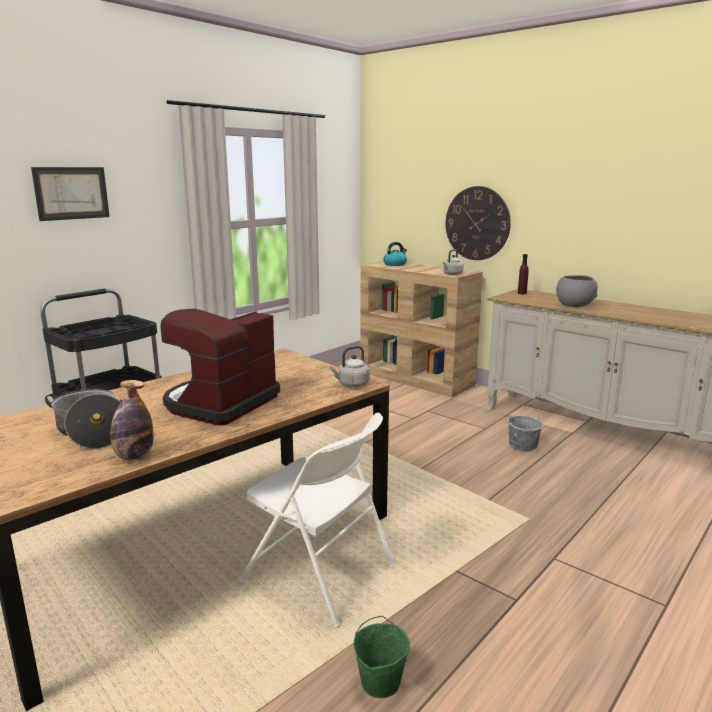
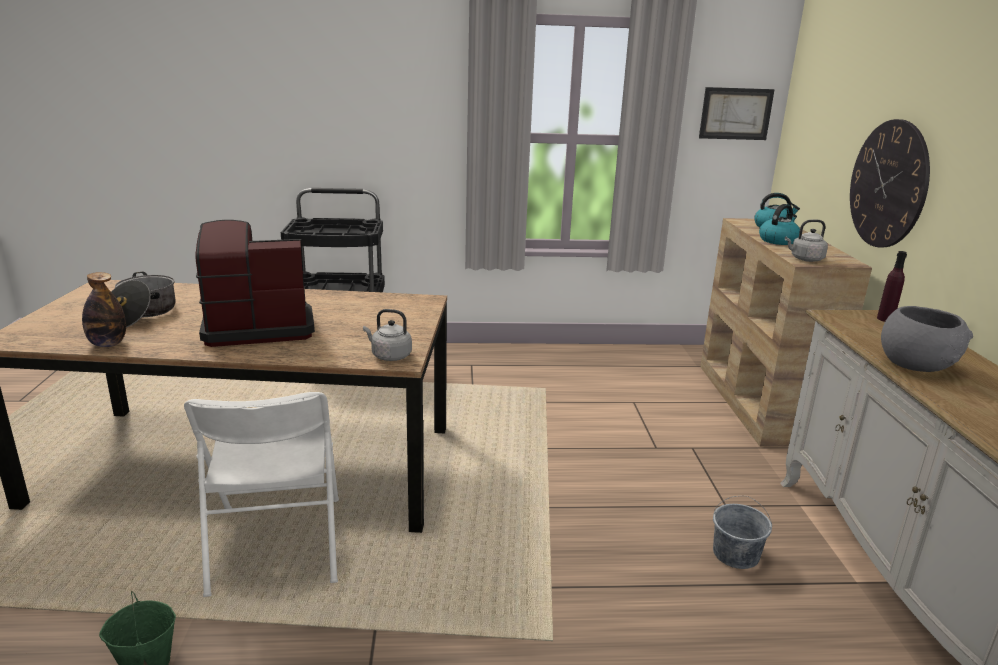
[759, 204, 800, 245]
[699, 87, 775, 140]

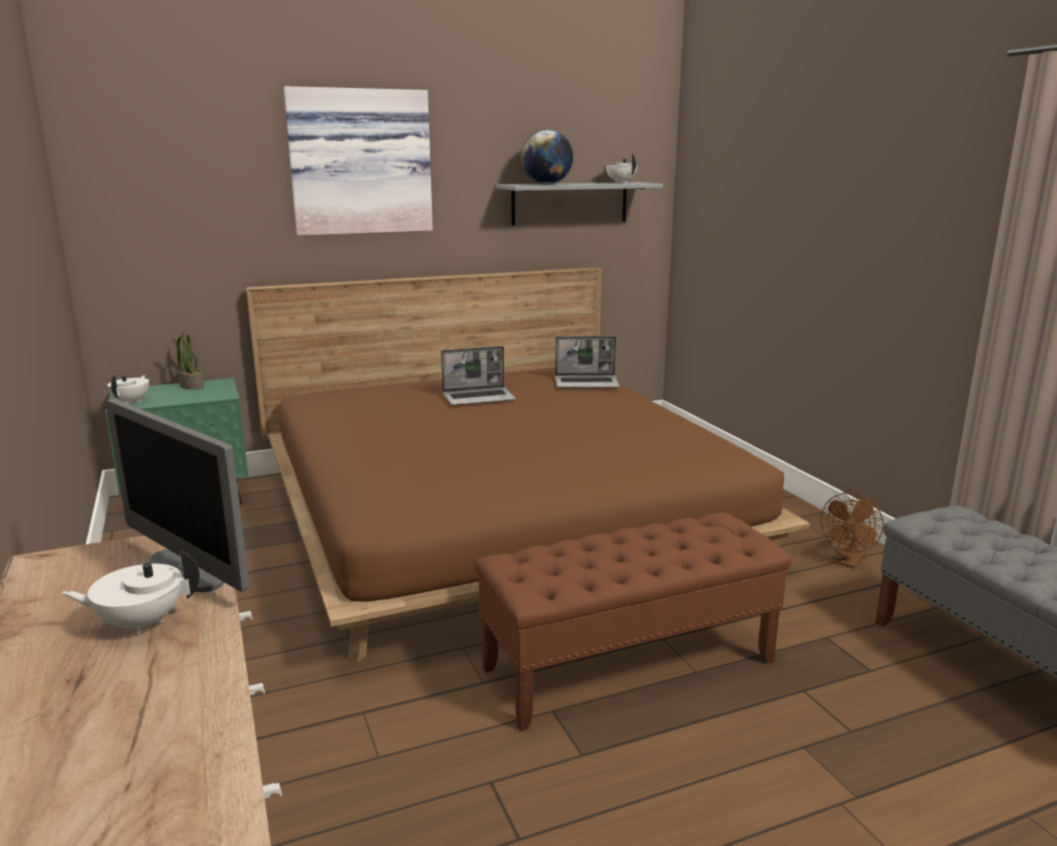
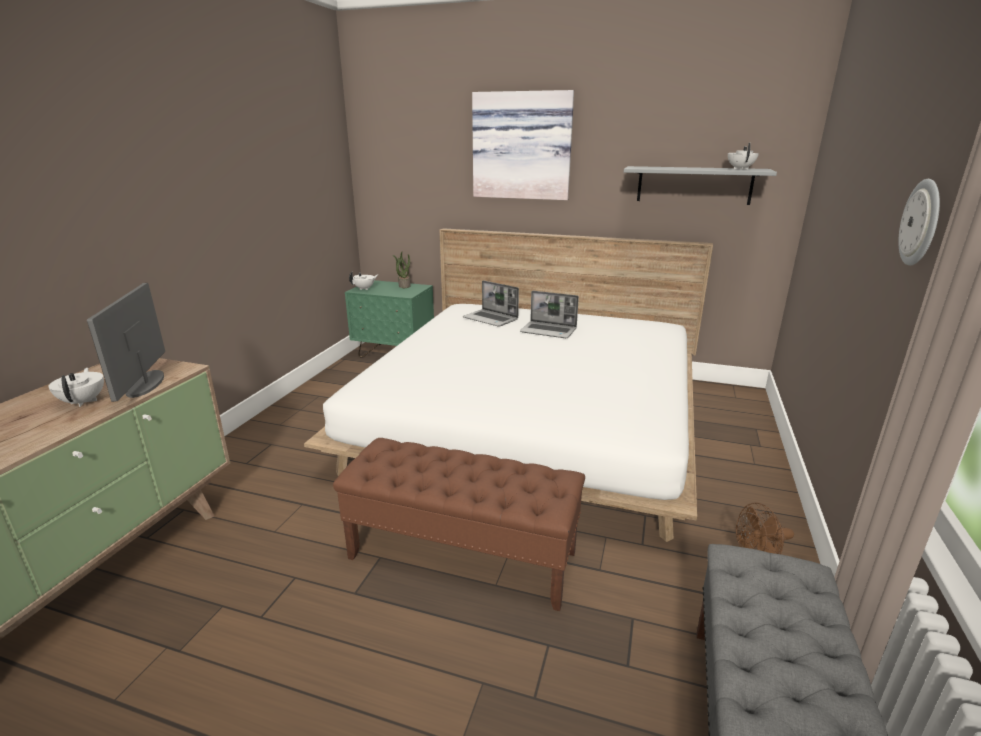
[521, 129, 573, 184] (first image)
[898, 179, 940, 266]
[463, 280, 519, 327]
[304, 228, 713, 542]
[48, 368, 104, 407]

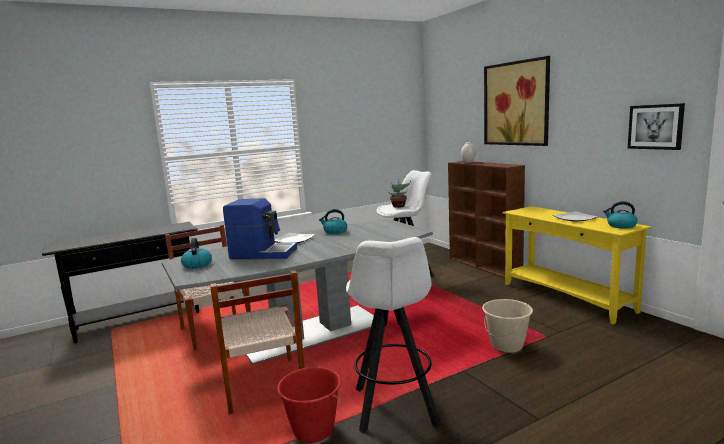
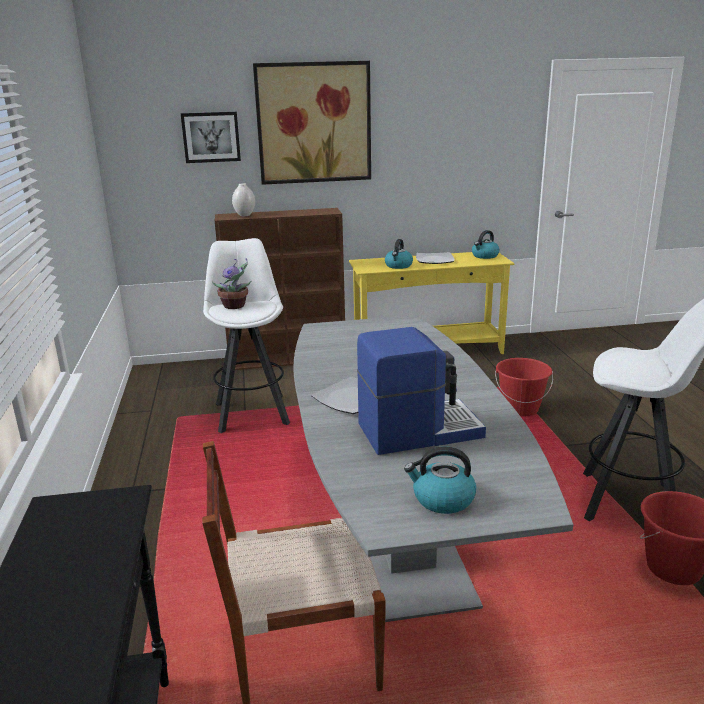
[210, 270, 304, 414] (first image)
[385, 239, 413, 269]
[181, 112, 241, 163]
[495, 358, 553, 416]
[357, 327, 486, 455]

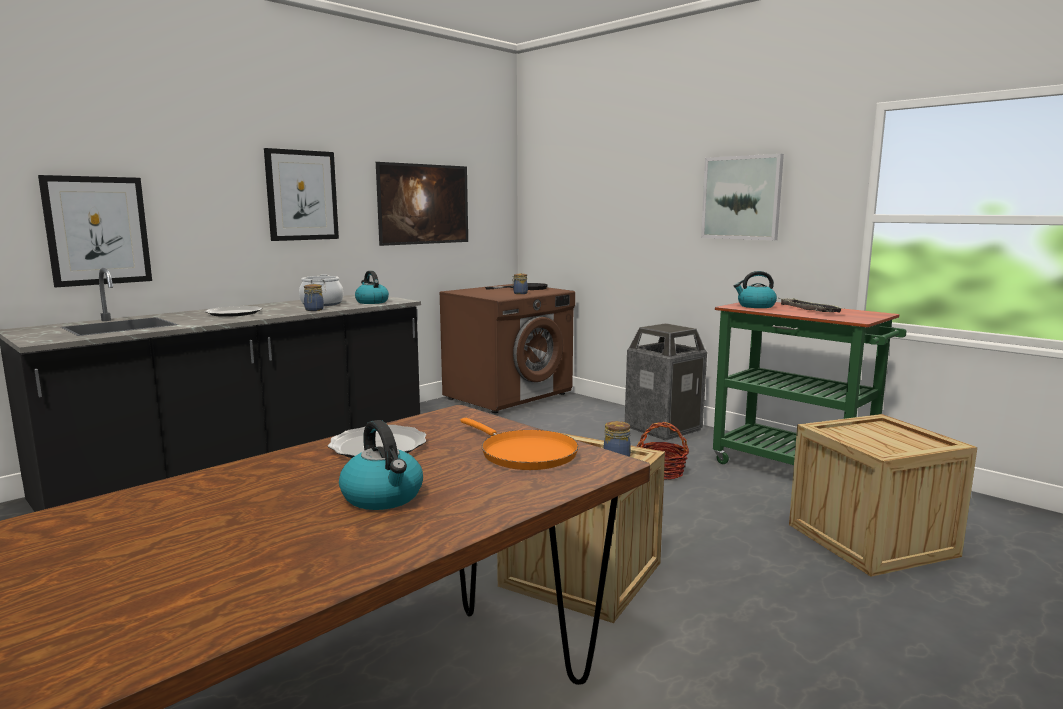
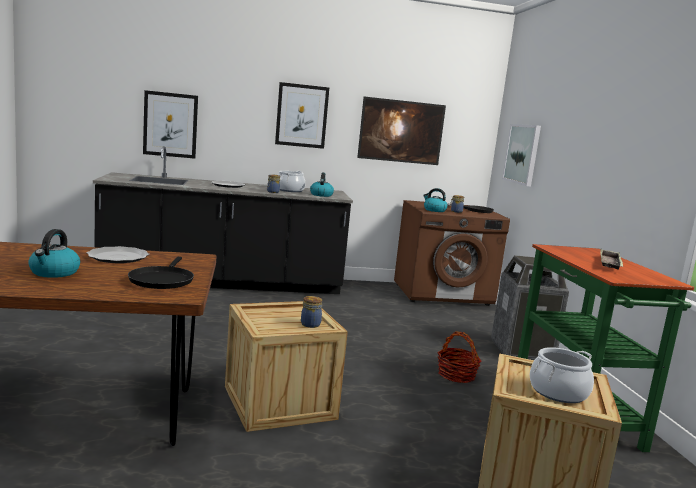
[530, 347, 594, 403]
[502, 124, 541, 186]
[423, 188, 448, 212]
[128, 257, 194, 289]

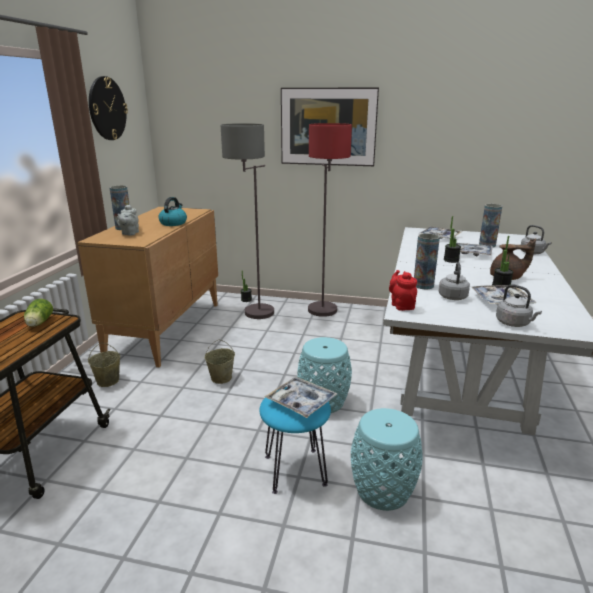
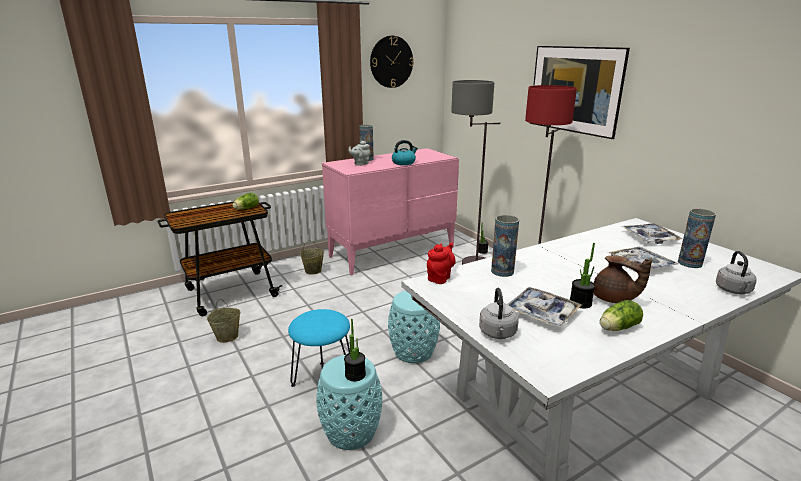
[265, 377, 337, 418] (first image)
[439, 262, 470, 300] (first image)
[600, 300, 643, 331]
[207, 299, 240, 343]
[344, 319, 366, 381]
[322, 148, 459, 275]

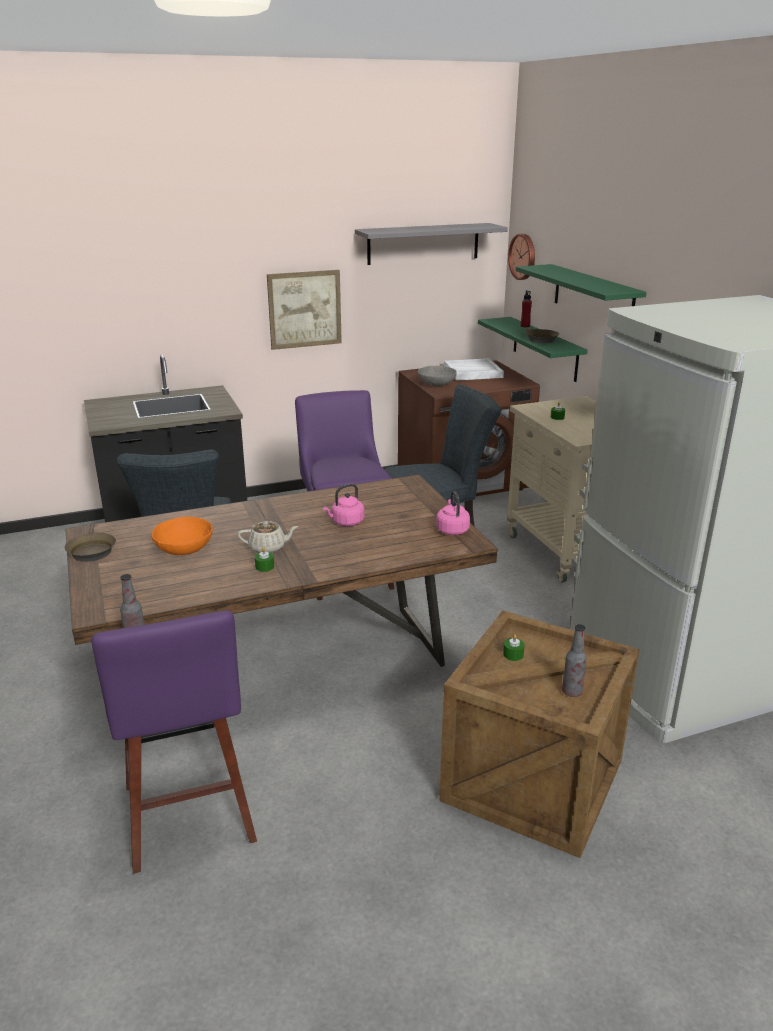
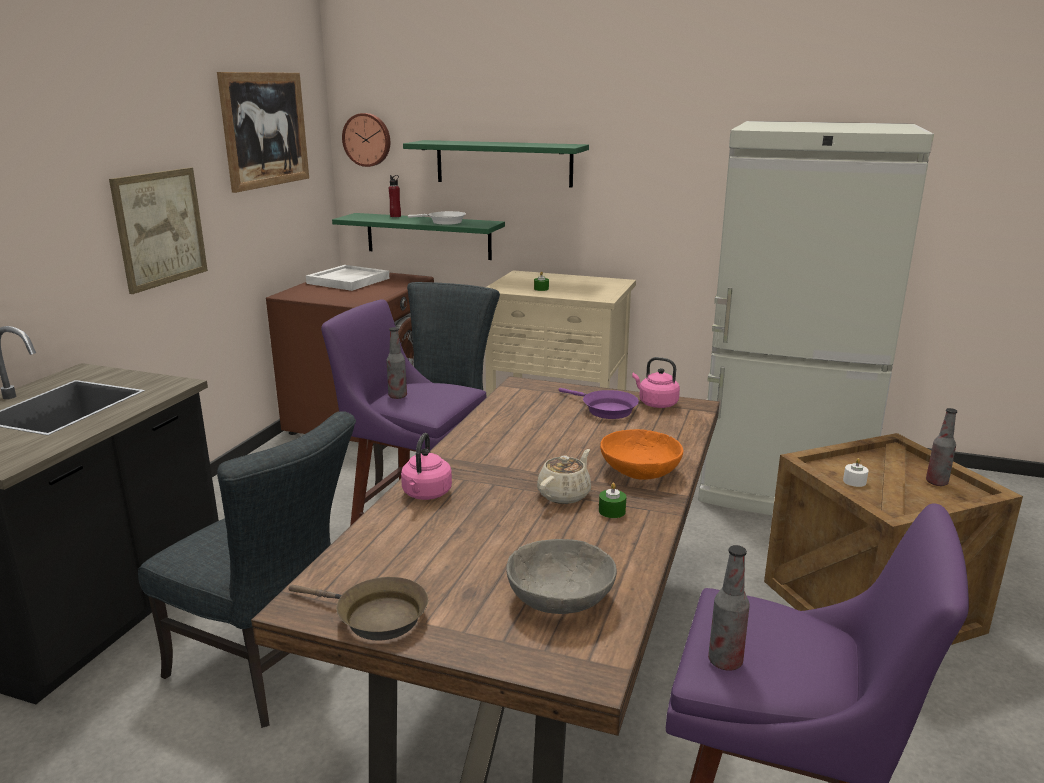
[386, 327, 407, 399]
[558, 388, 639, 419]
[600, 429, 683, 480]
[401, 433, 452, 500]
[506, 539, 617, 614]
[217, 72, 309, 193]
[843, 458, 869, 487]
[408, 211, 466, 225]

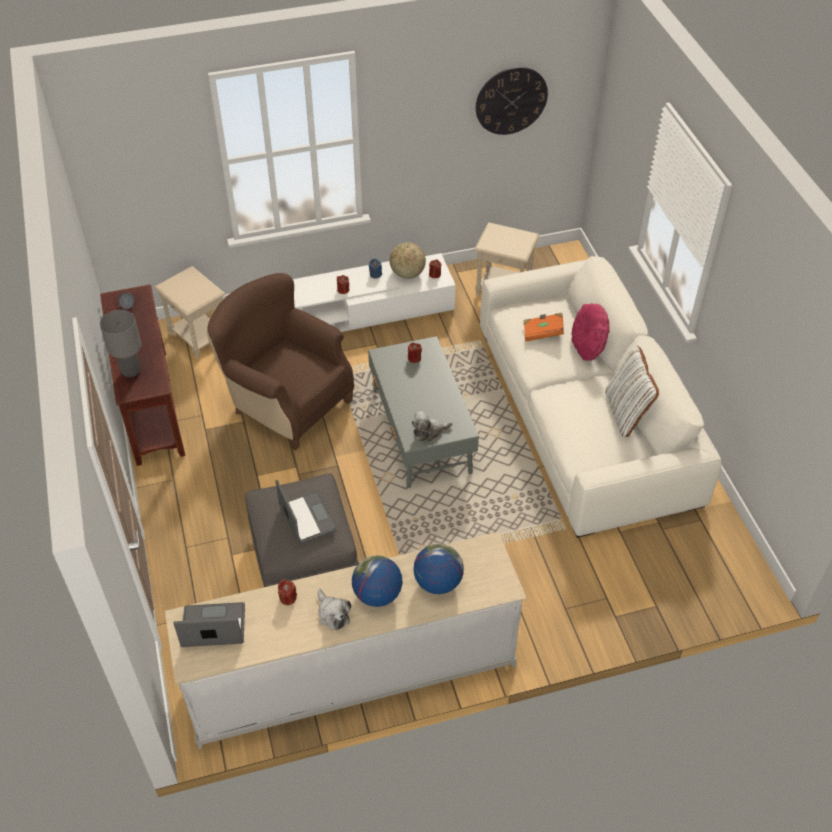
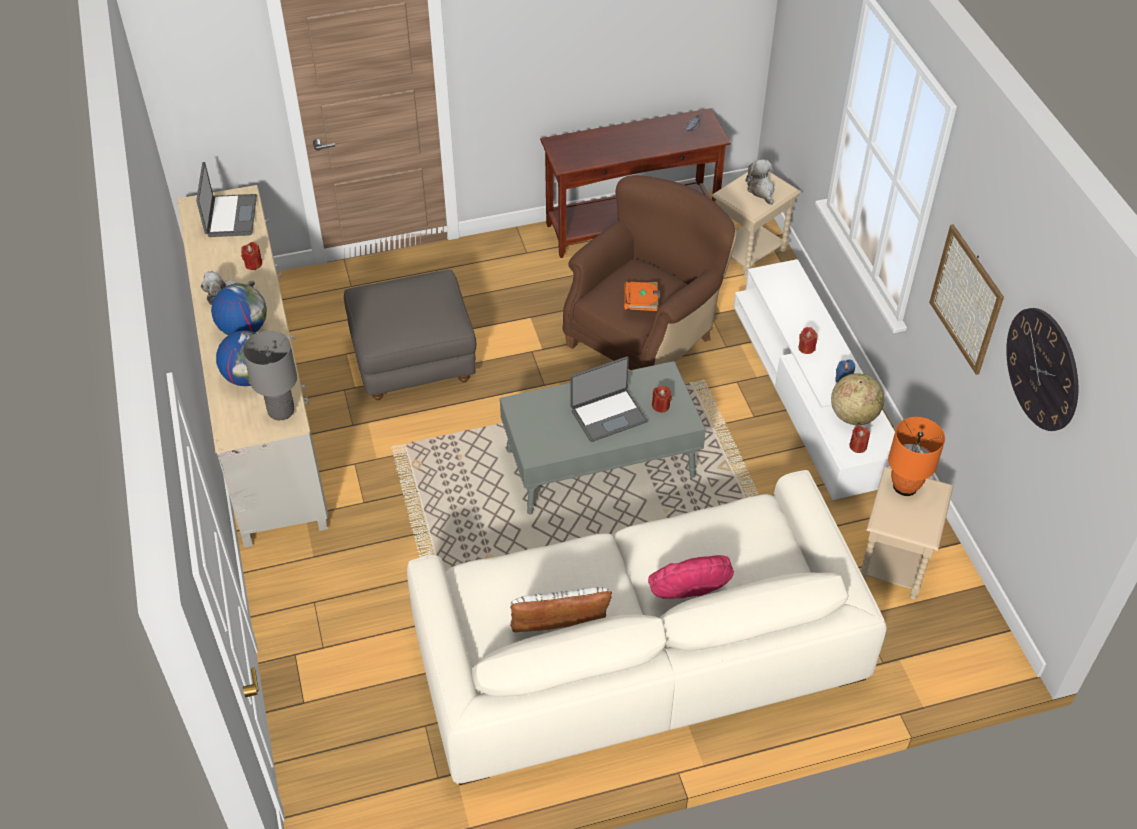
[888, 417, 945, 496]
[929, 224, 1004, 375]
[243, 331, 297, 421]
[570, 357, 648, 442]
[745, 159, 774, 205]
[624, 282, 661, 311]

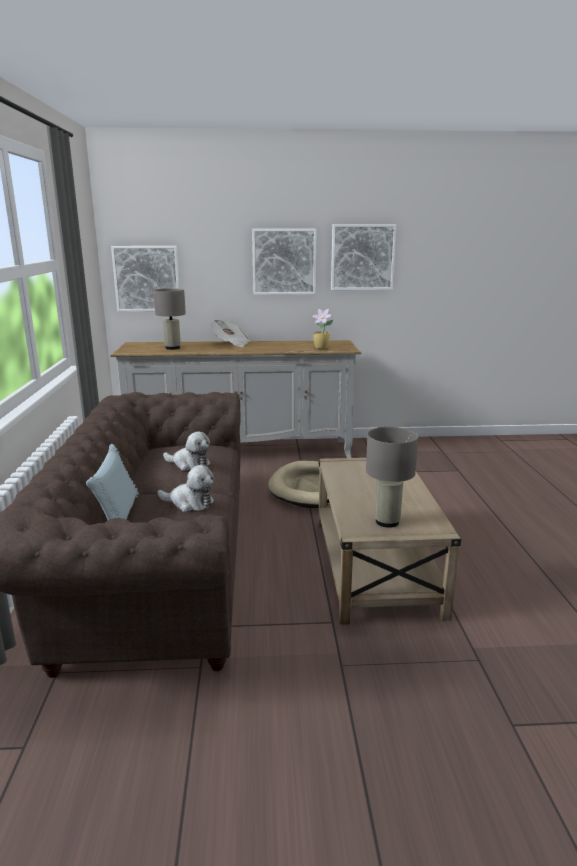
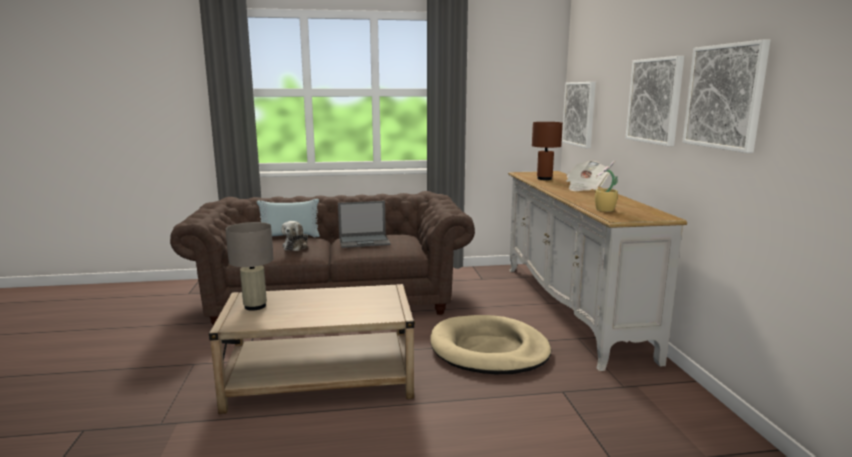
[338, 201, 391, 248]
[532, 122, 563, 180]

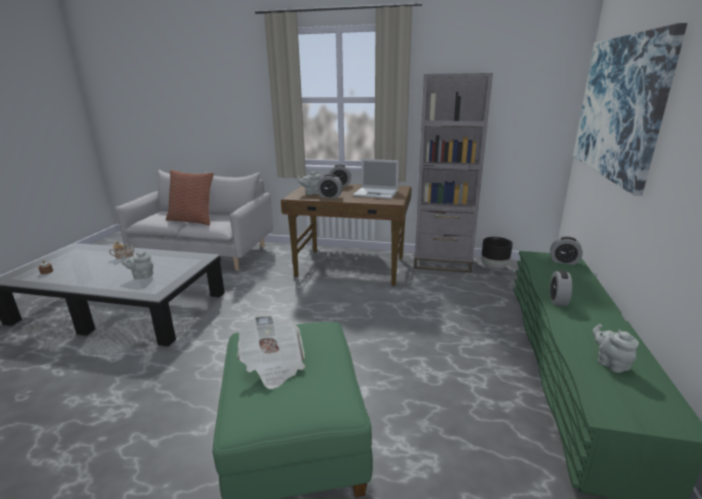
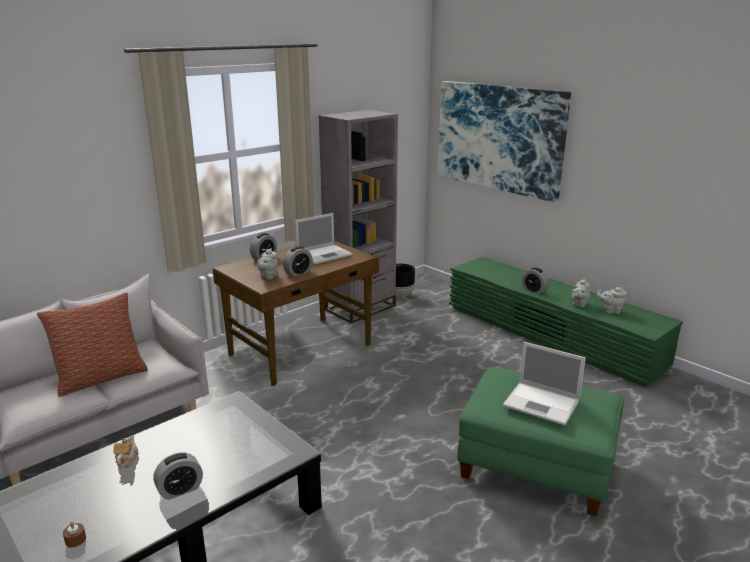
[571, 279, 590, 308]
[153, 452, 203, 500]
[503, 342, 586, 425]

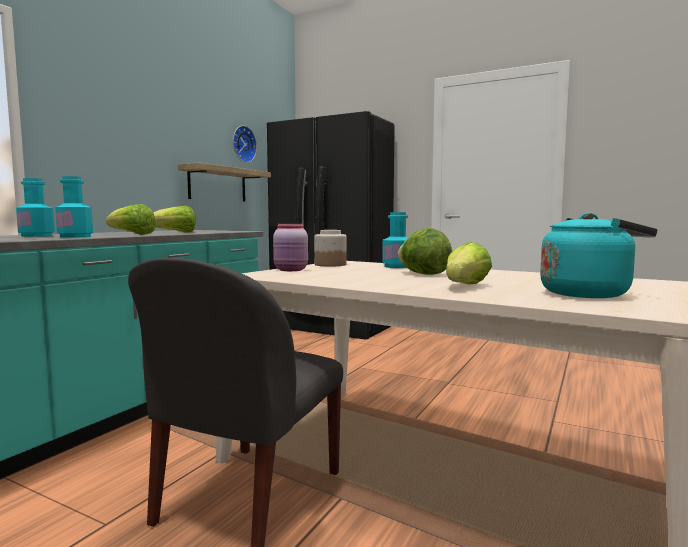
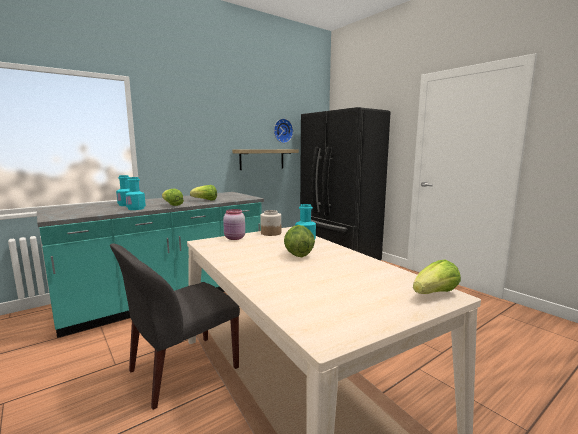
[540, 213, 657, 298] (first image)
[413, 259, 461, 294]

